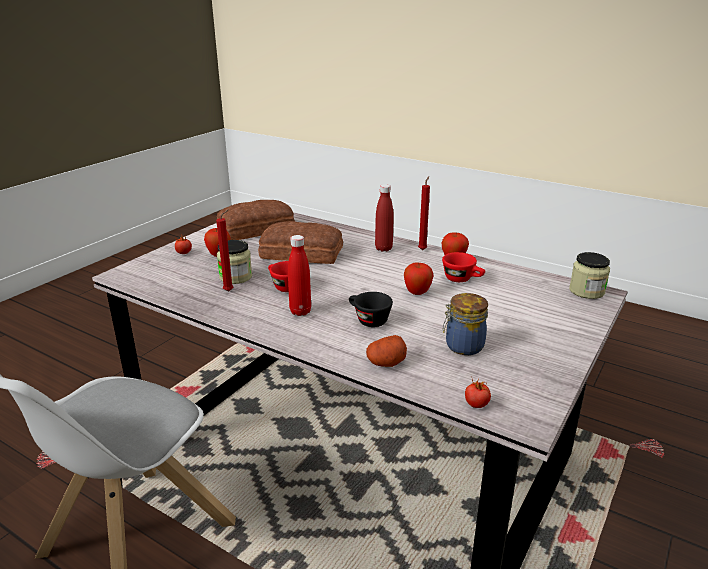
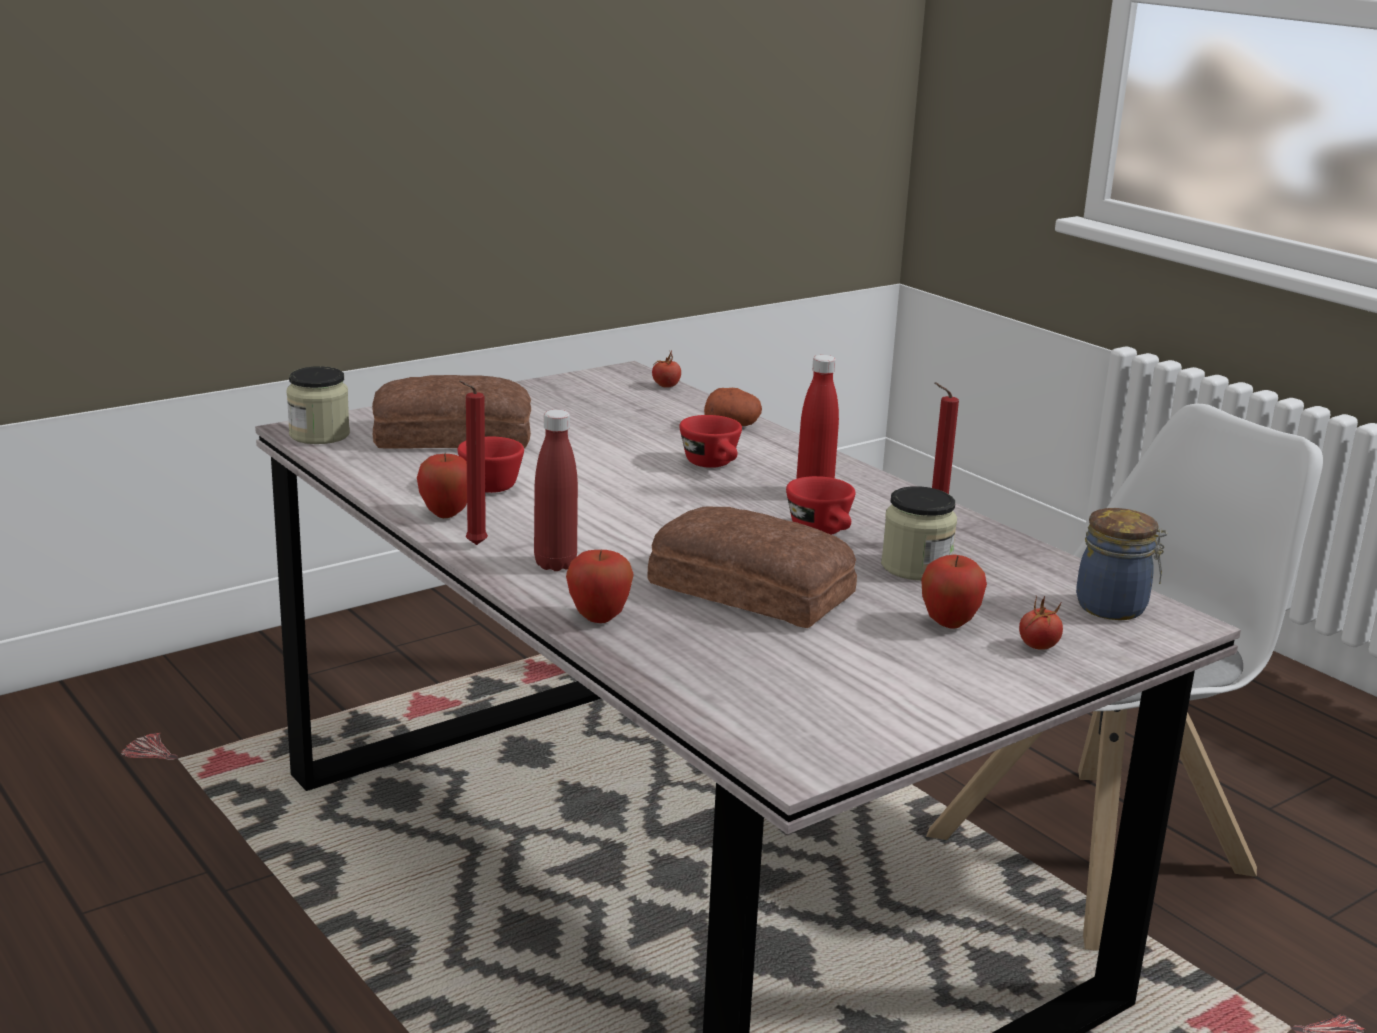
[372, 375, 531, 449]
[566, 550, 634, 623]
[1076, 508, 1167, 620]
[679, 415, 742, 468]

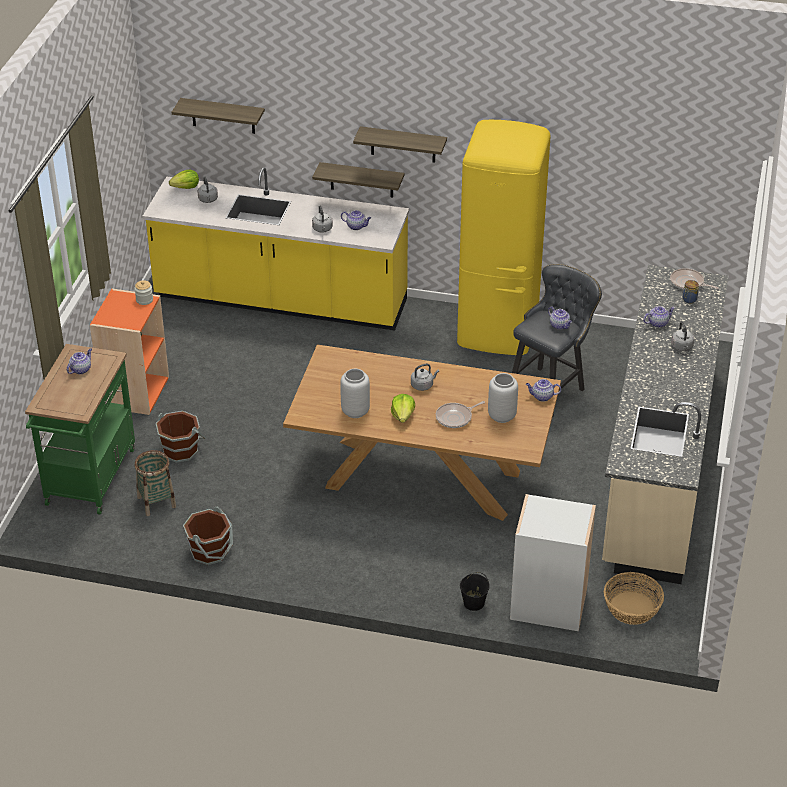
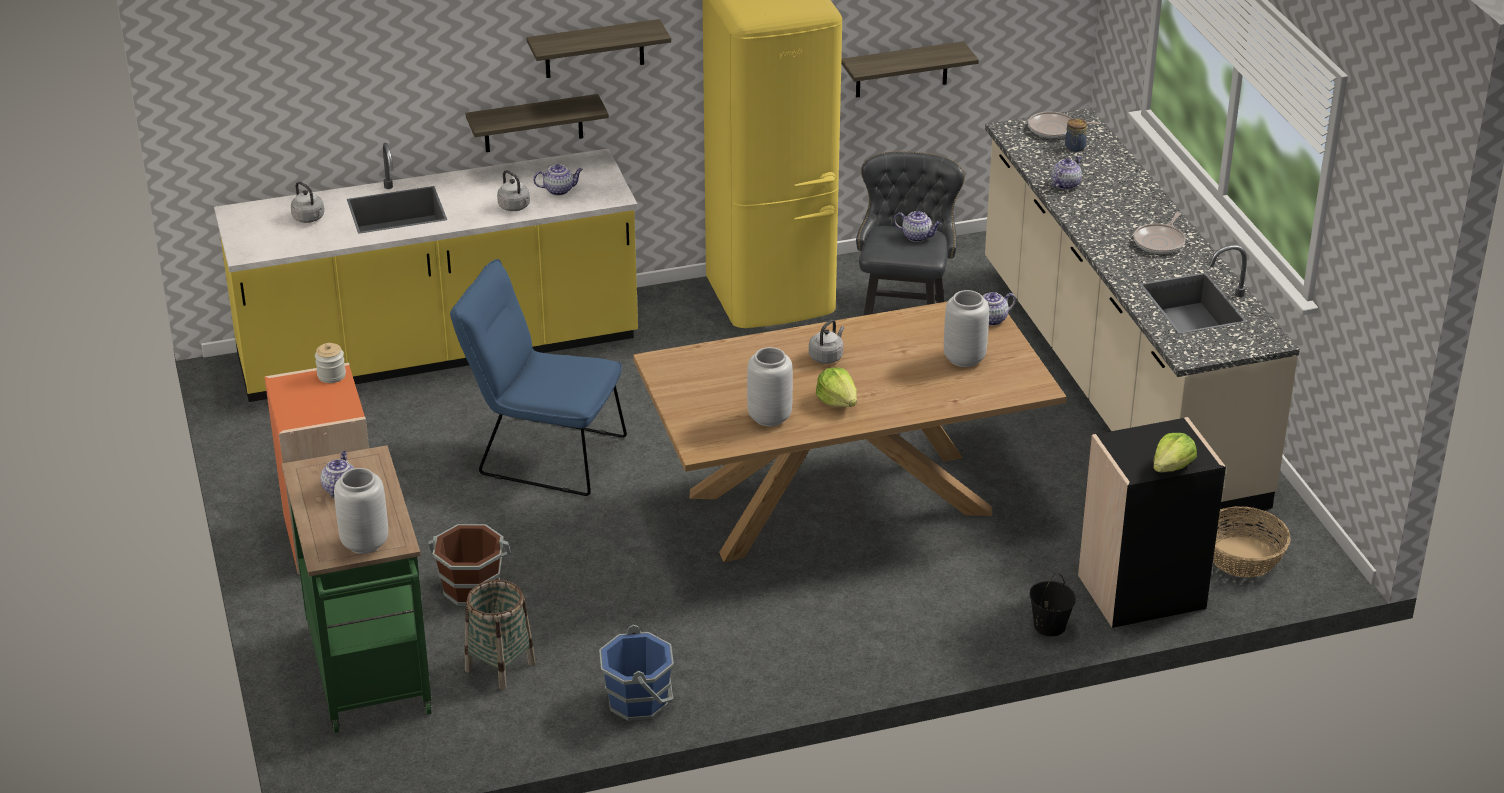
[671, 322, 694, 351] (first image)
[334, 468, 388, 554]
[450, 259, 627, 496]
[1153, 433, 1197, 472]
[841, 41, 979, 98]
[1133, 212, 1186, 254]
[599, 625, 674, 721]
[1078, 417, 1226, 628]

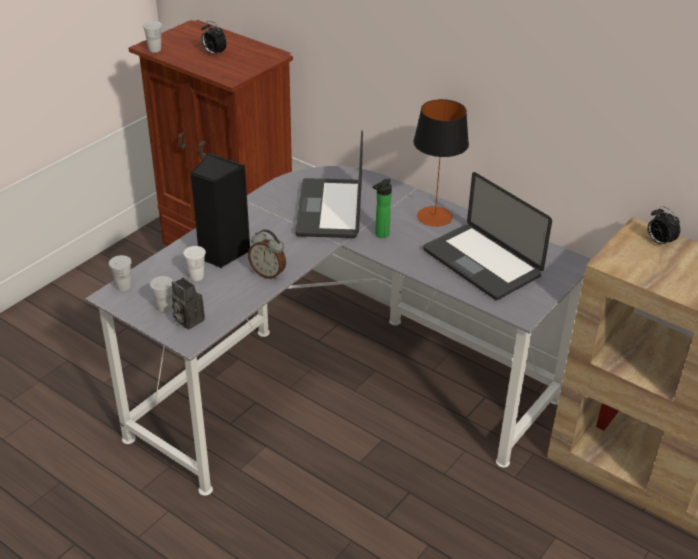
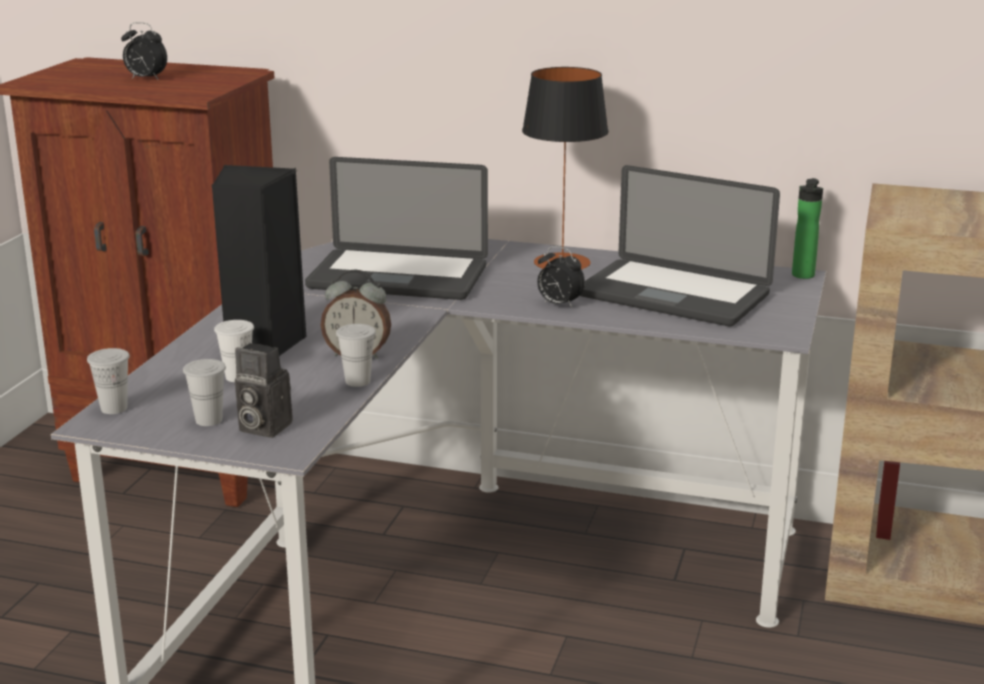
[336, 324, 376, 387]
[792, 178, 823, 279]
[537, 246, 585, 308]
[305, 157, 488, 300]

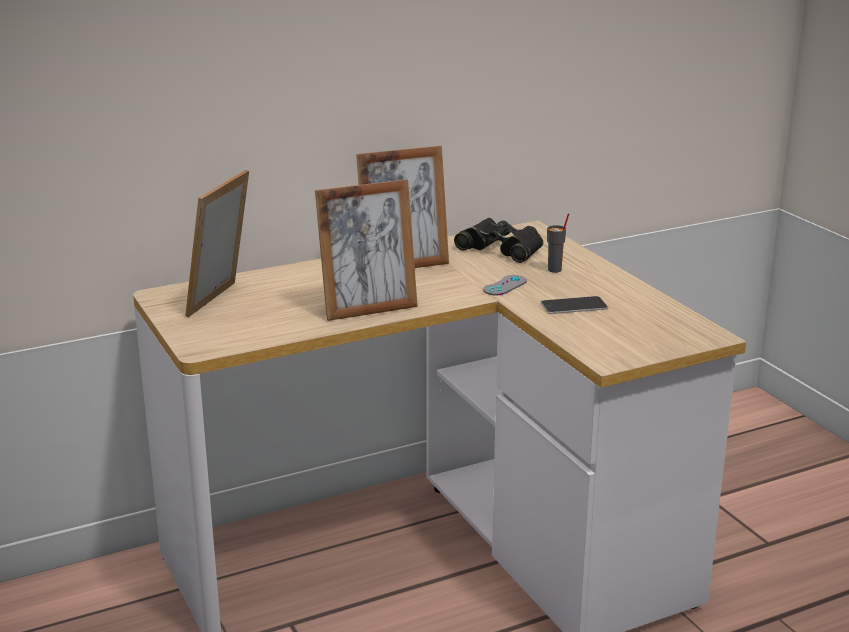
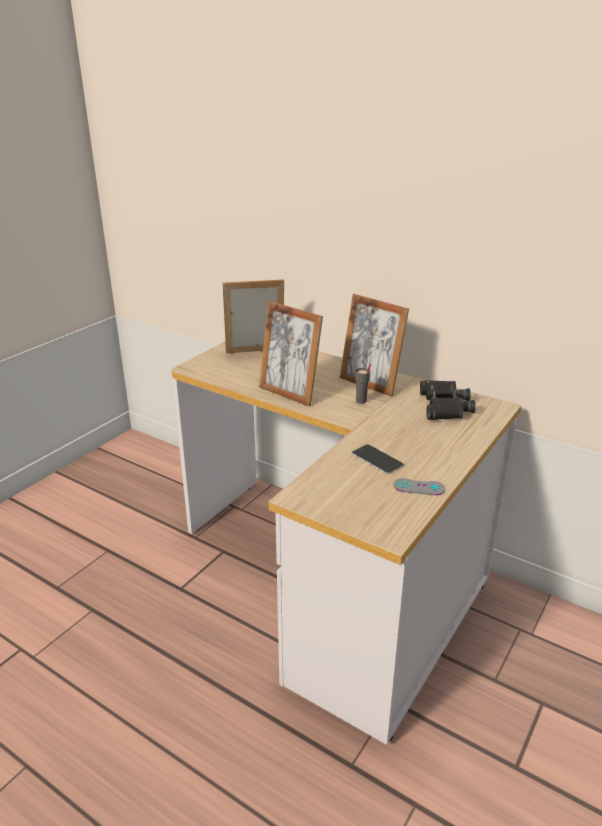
[393, 478, 445, 495]
[355, 363, 371, 404]

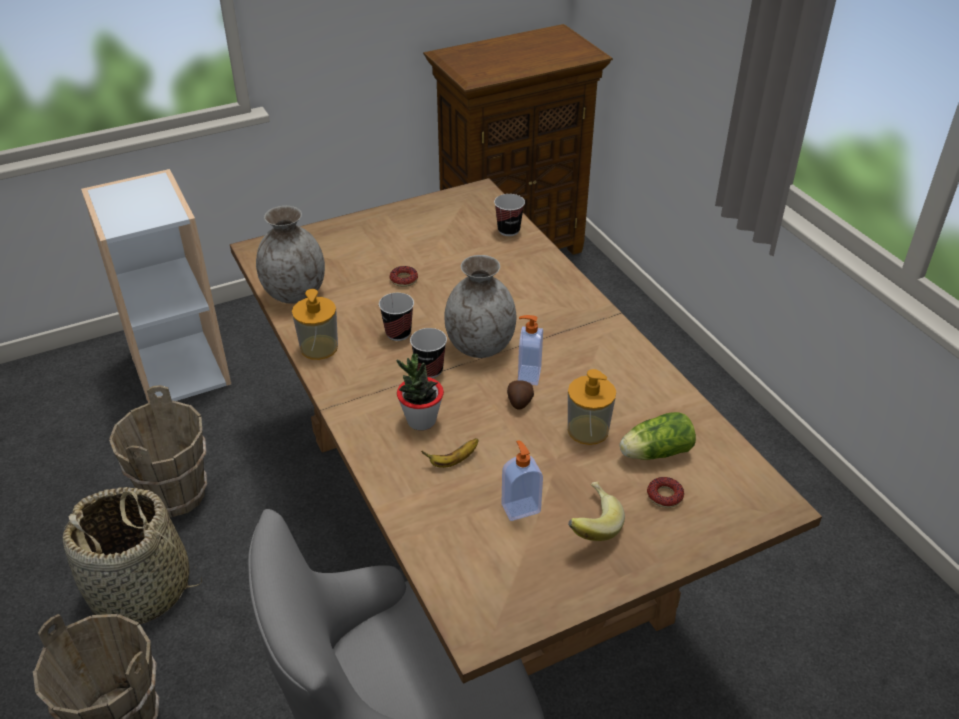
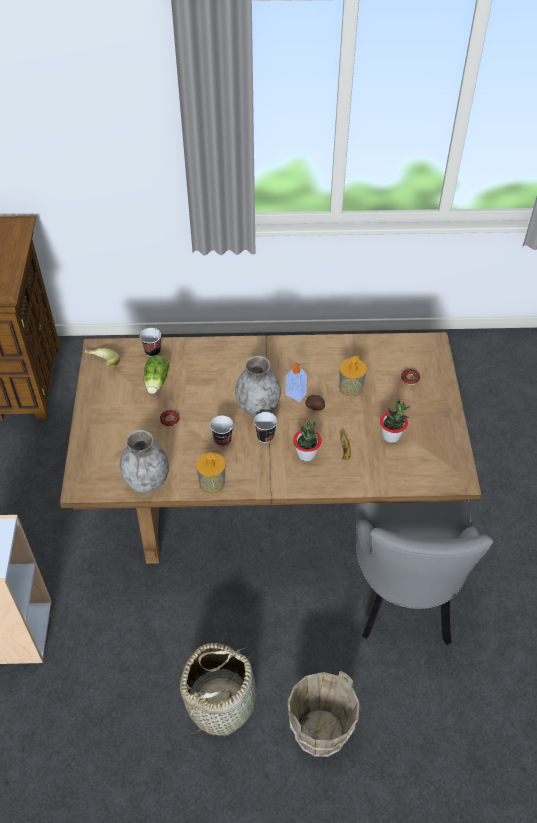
[109, 385, 207, 517] (first image)
[85, 348, 120, 367]
[144, 355, 169, 394]
[380, 399, 410, 443]

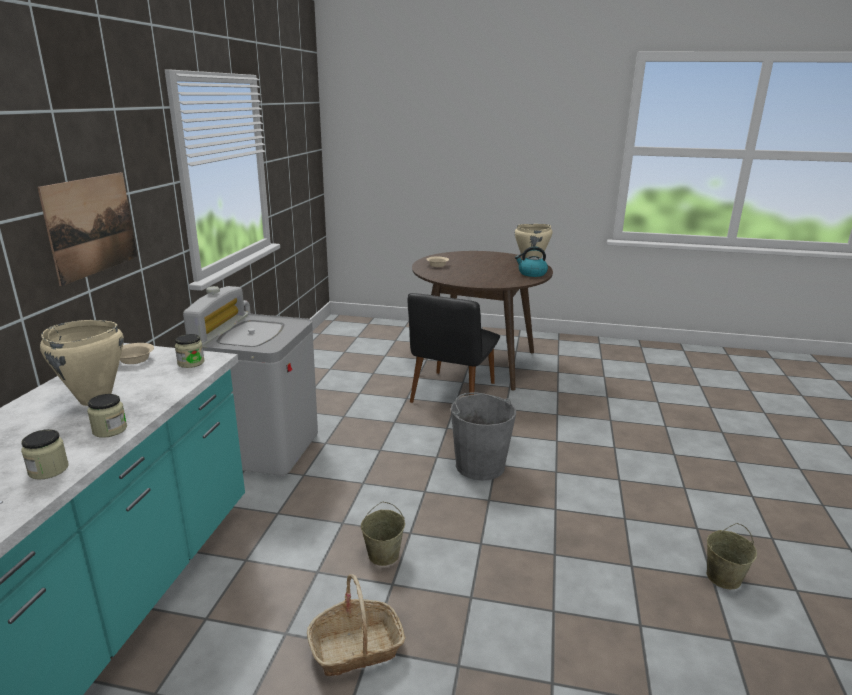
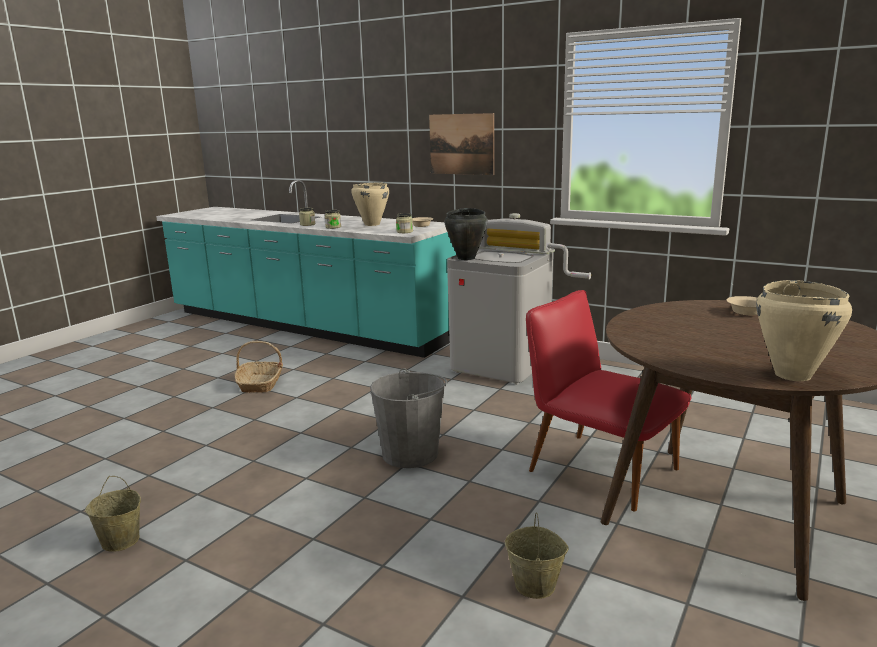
[515, 246, 548, 277] (first image)
[445, 208, 488, 260]
[505, 513, 569, 599]
[526, 290, 691, 512]

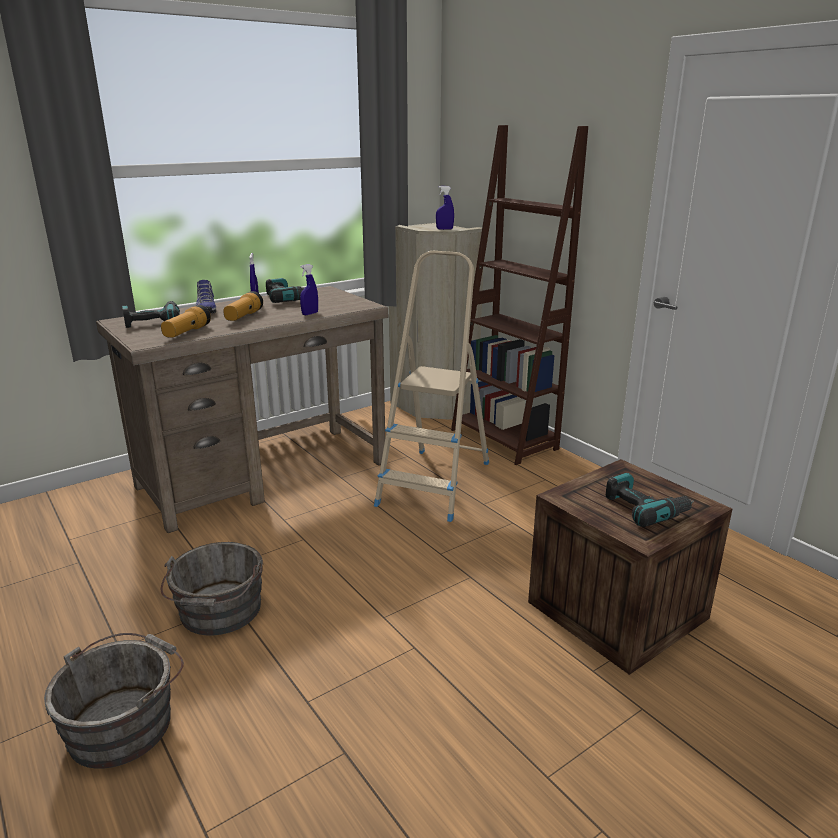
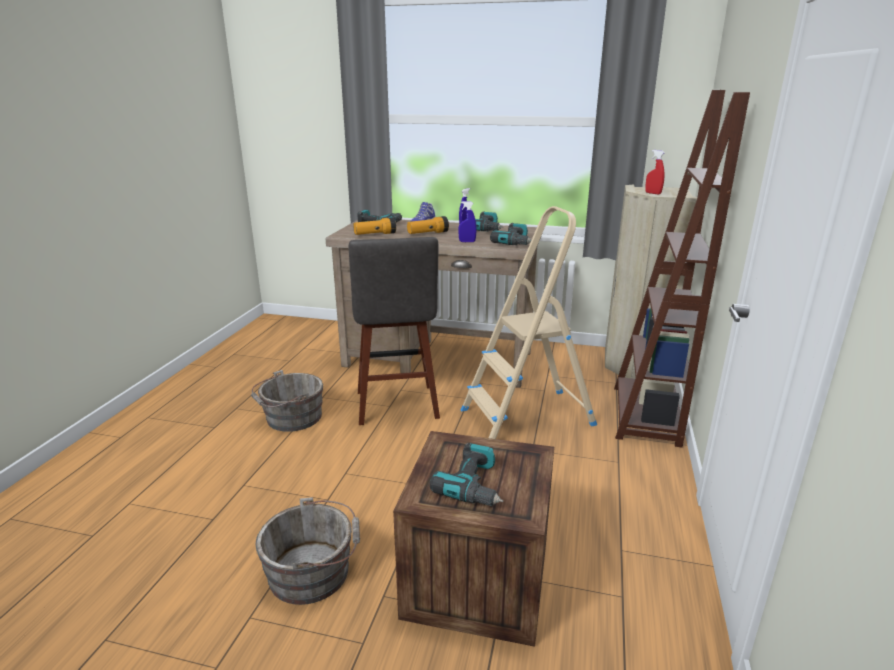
[349, 237, 440, 425]
[490, 223, 531, 245]
[256, 497, 360, 605]
[645, 150, 664, 194]

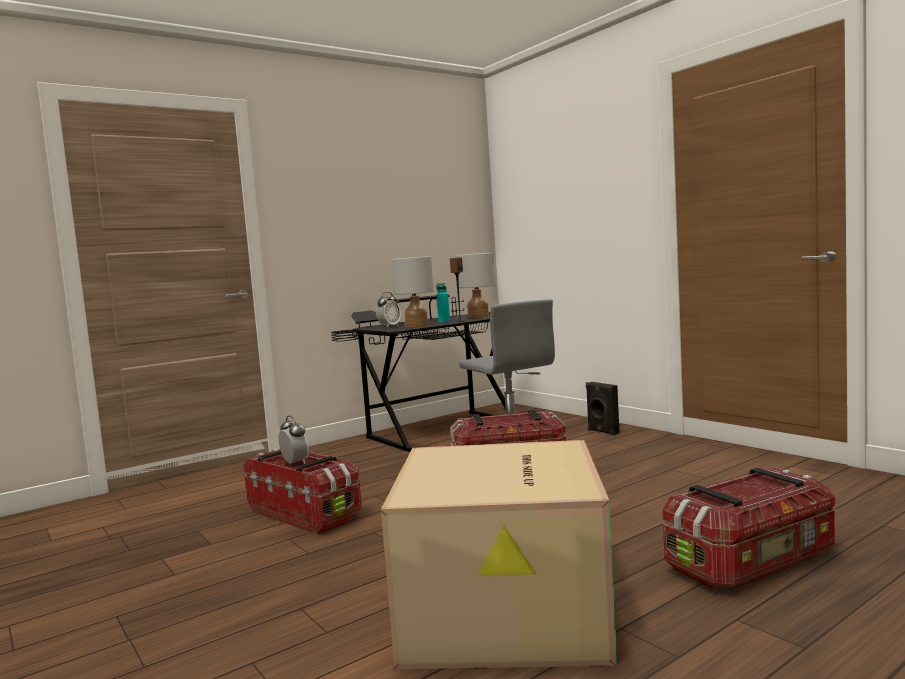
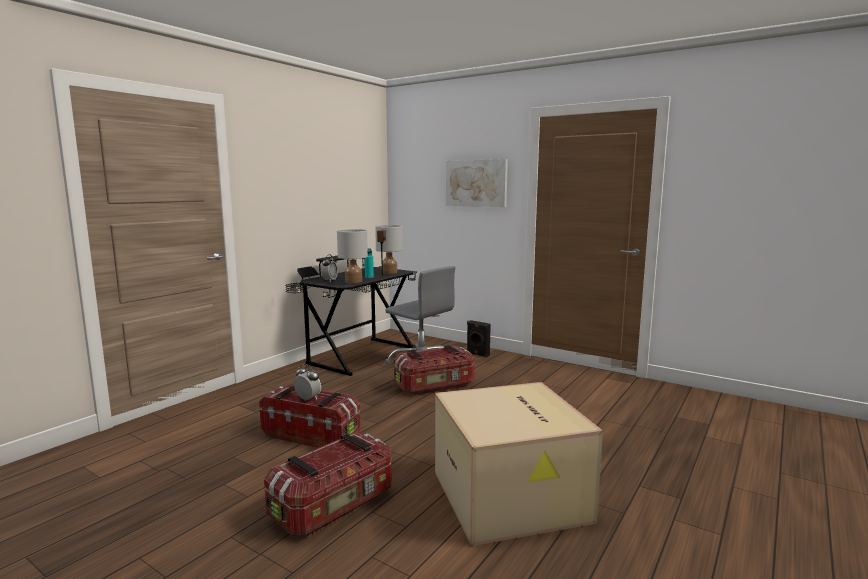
[446, 159, 508, 207]
[264, 431, 392, 536]

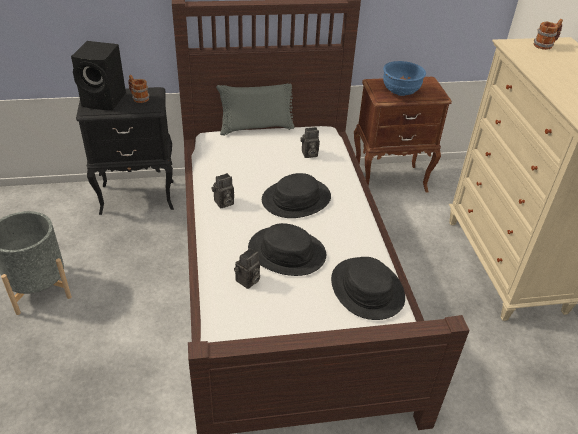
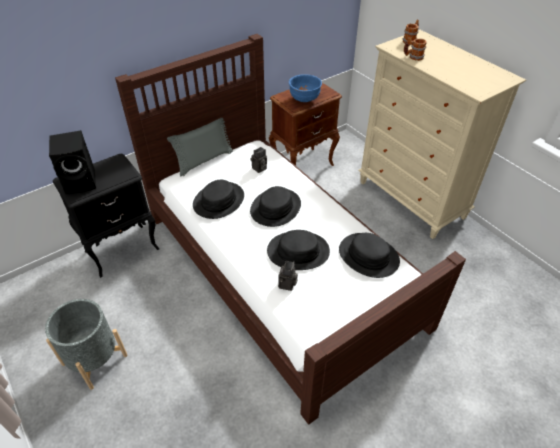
[211, 173, 234, 209] (first image)
[193, 180, 244, 219]
[404, 37, 426, 61]

